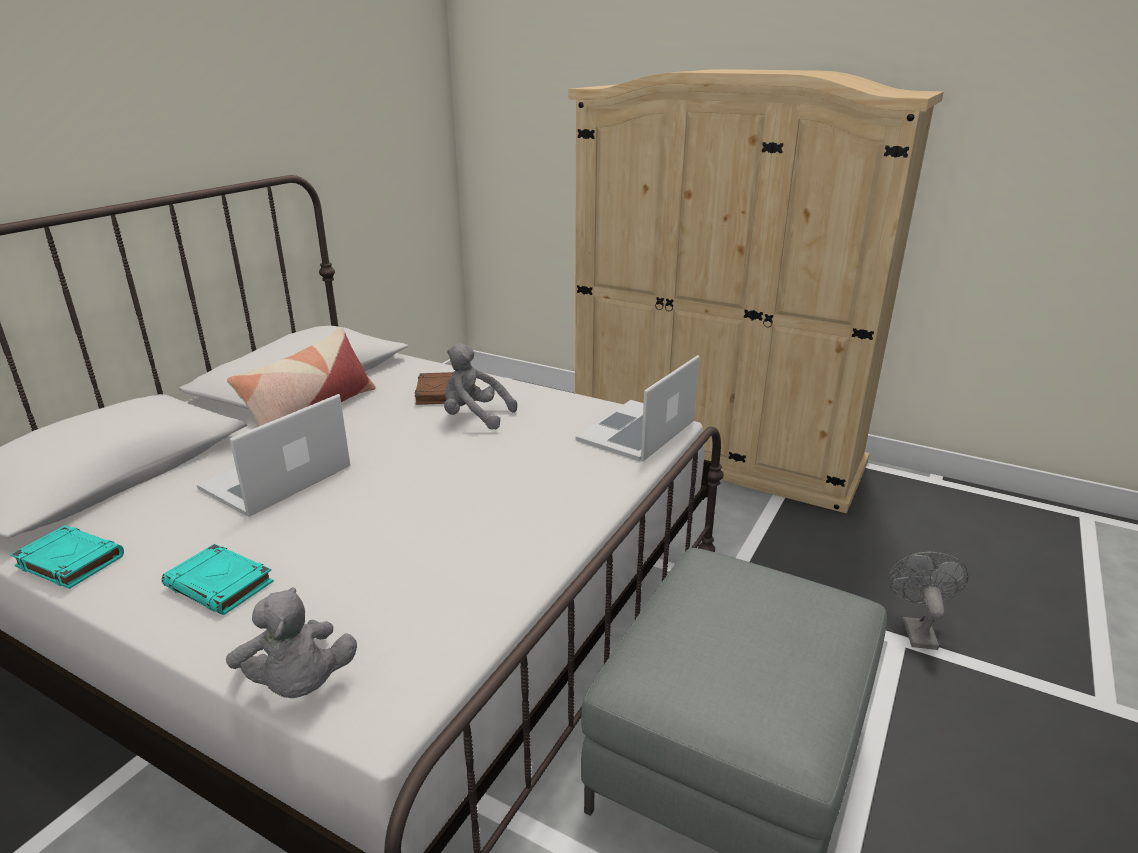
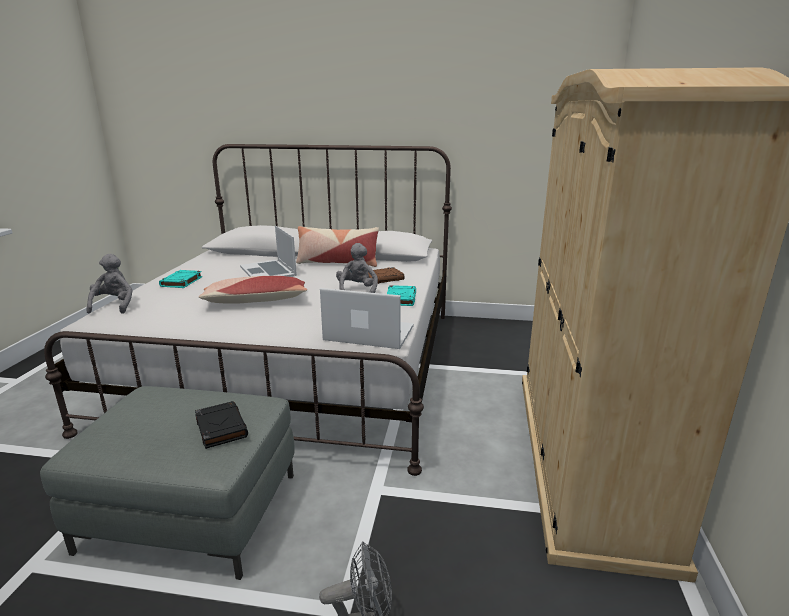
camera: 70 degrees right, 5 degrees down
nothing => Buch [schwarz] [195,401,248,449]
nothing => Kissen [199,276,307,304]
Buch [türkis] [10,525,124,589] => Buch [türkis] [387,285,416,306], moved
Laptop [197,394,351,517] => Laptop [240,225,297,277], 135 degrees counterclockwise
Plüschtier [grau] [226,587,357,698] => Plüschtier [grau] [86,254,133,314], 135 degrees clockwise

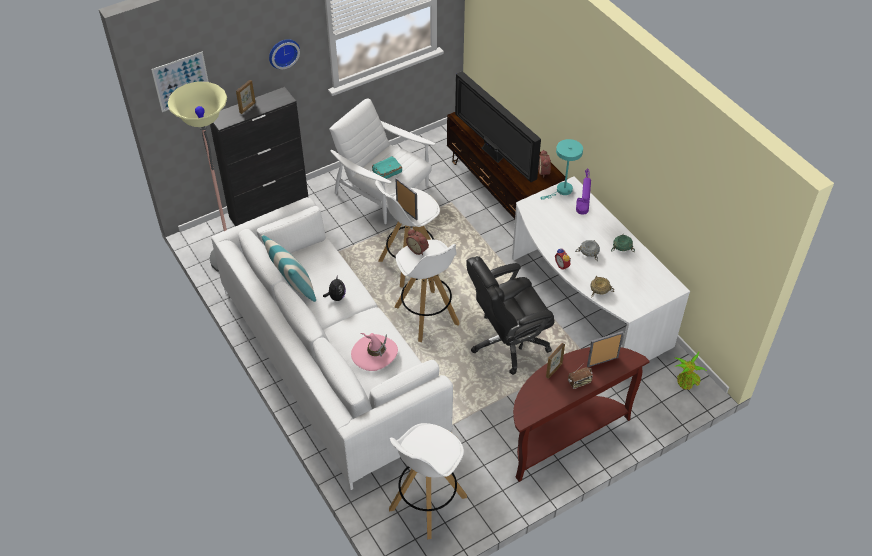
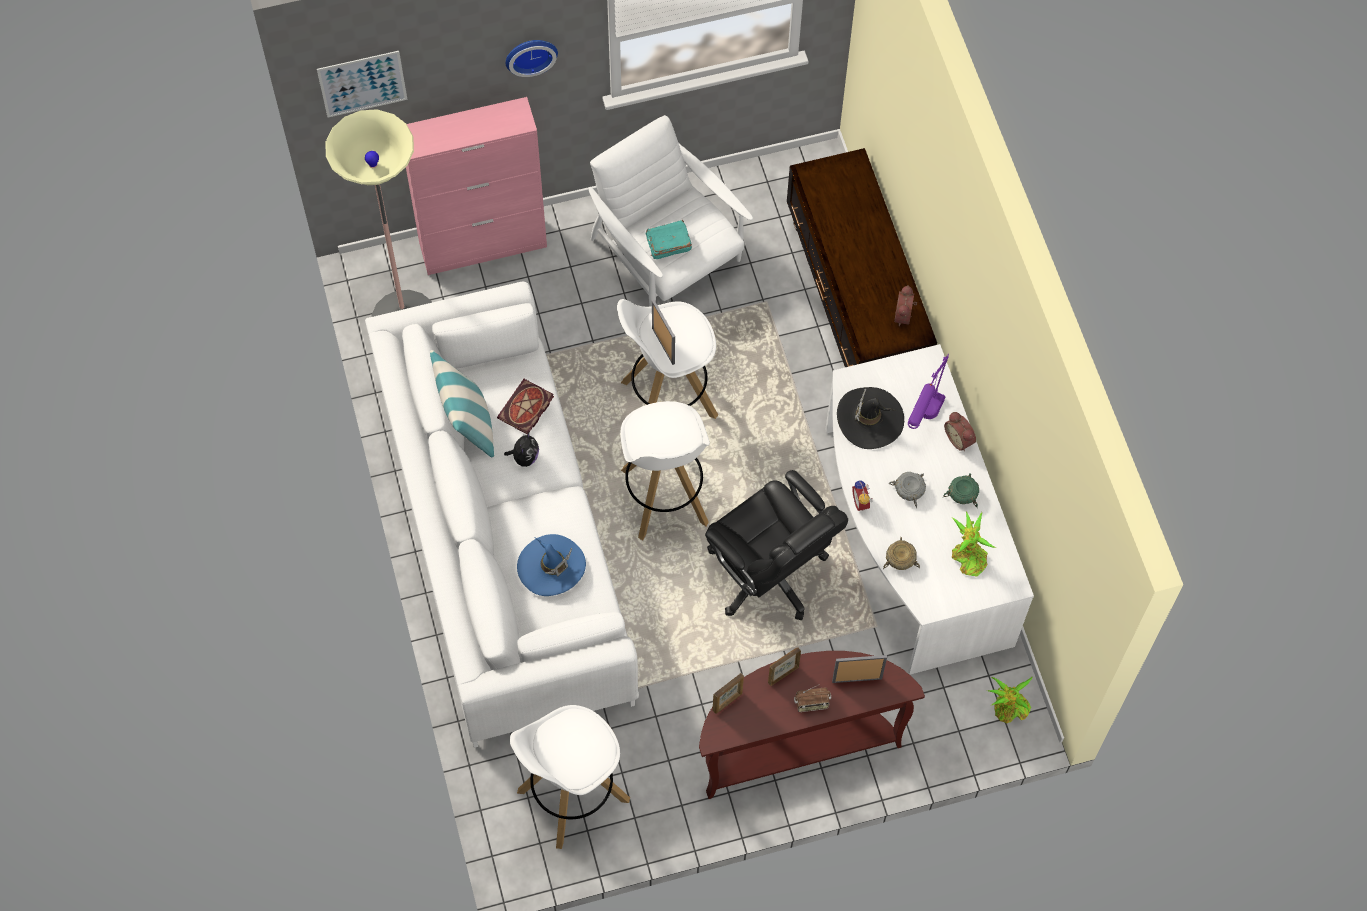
camera: 15 degrees right, 15 degrees up
Fernseher [455,71,541,182] => nothing
Tischlampe [türkis] [541,139,583,200] => nothing
nothing => Buch [497,379,554,435]
nothing => Hut [schwarz] [837,387,904,449]
nothing => Topfpflanze [952,511,996,577]
Bilderrahmen [236,80,256,114] => Bilderrahmen [712,673,744,714], moved
Wecker [406,229,429,255] => Wecker [944,412,976,451], moved
Schrank [schwarz] [210,87,308,226] => Schrank [rosa] [406,97,547,275]
Hut [rosa] [351,333,398,371] => Hut [blau] [517,534,586,596]
Bürostuhl [schwarz] [466,256,555,375] => Bürostuhl [schwarz] [705,470,848,620], 120 degrees counterclockwise

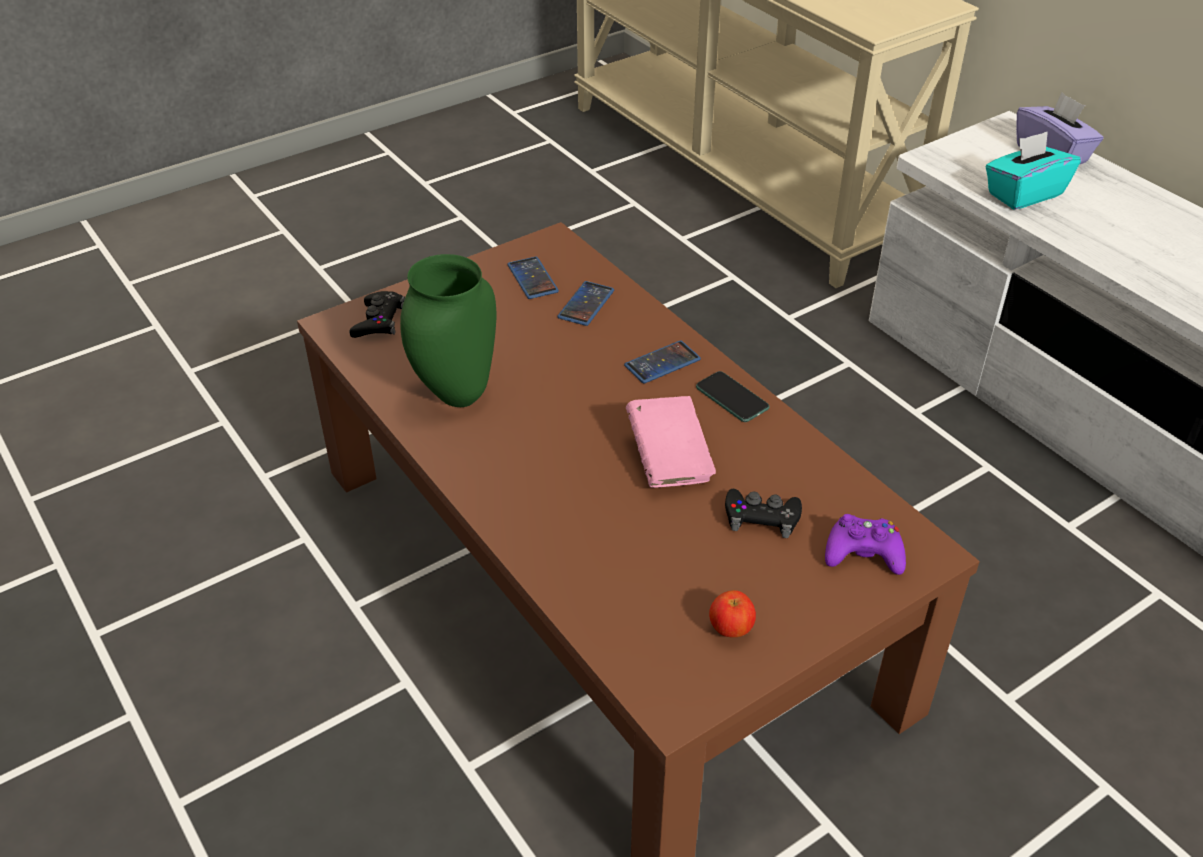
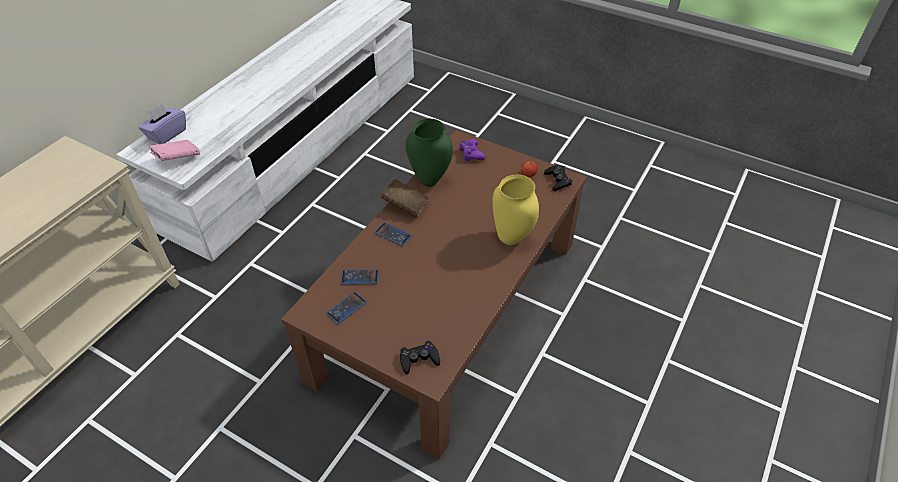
camera: 115 degrees left, 5 degrees up
Taschentuchbox [türkis] [985,131,1080,210] => nothing
nothing => Vase [gelb] [492,175,539,245]
Vase [grün] [400,254,496,407] => Vase [grün] [406,119,453,187], moved
Buch [rosa] [626,396,716,488] => Buch [rosa] [149,140,200,161], moved
Gamepad [schwarz] [725,489,802,538] => Gamepad [schwarz] [544,165,573,191], moved
Handy [696,371,770,422] => Buch [braun] [381,179,429,217]

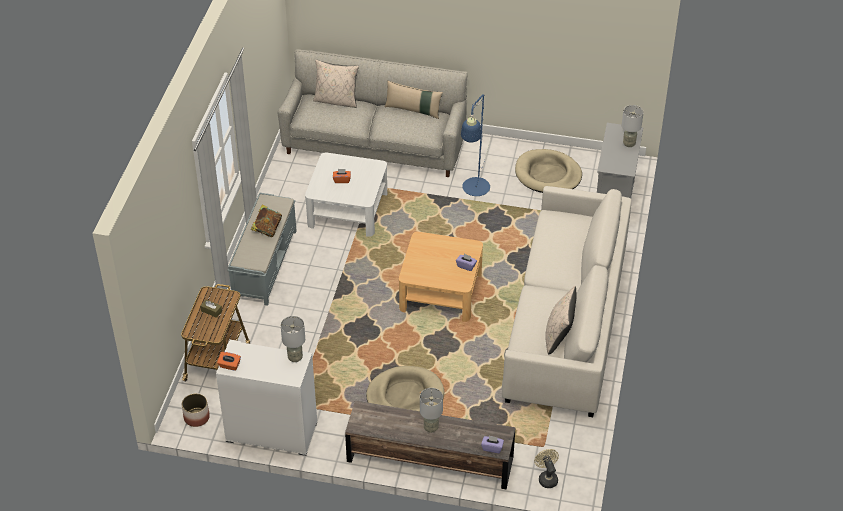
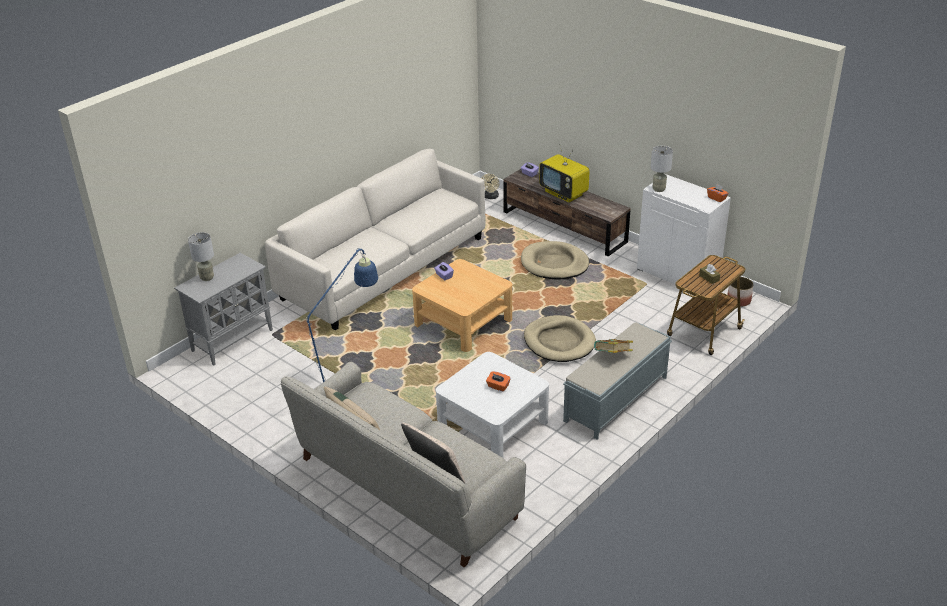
camera: 150 degrees left, 10 degrees down
Kissen [beige] [545,286,576,355] => nothing
Hundebett [beige] [515,149,582,193] => Hundebett [beige] [524,315,596,362], moved
Tischlampe [grau] [420,388,443,433] => Fernseher [539,146,590,202]

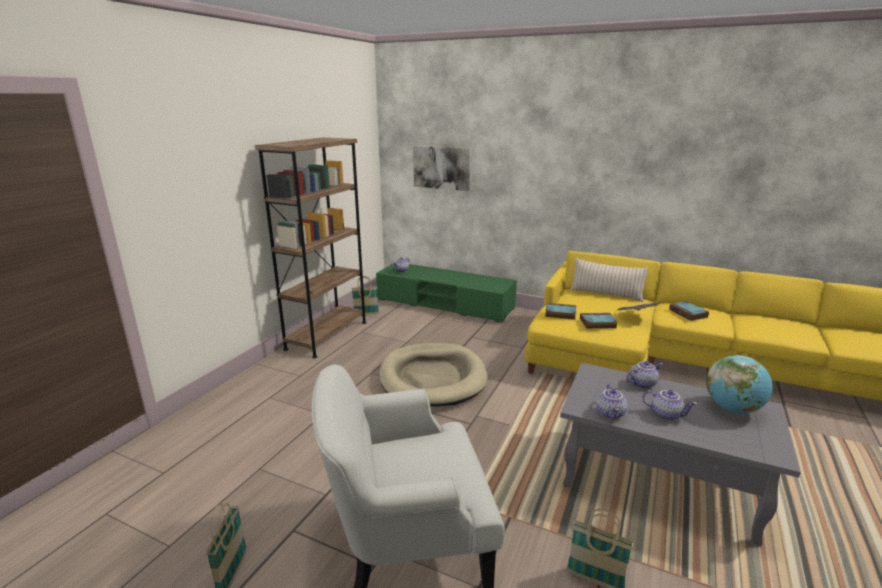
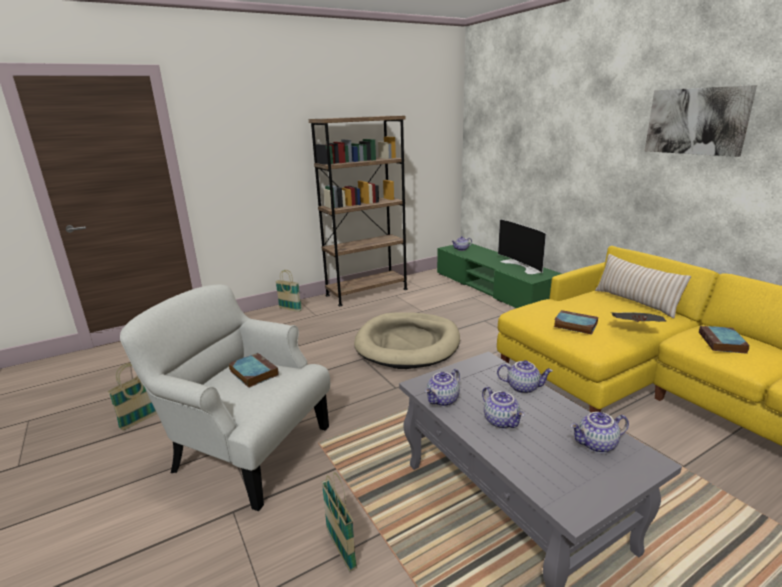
camera: 35 degrees right, 0 degrees up
nothing => Fernseher [498,219,546,274]
Korb [351,276,379,315] => Korb [275,270,302,312], moved
Bild [413,146,471,191] => Bild [645,85,757,157], moved
Buch [545,303,576,320] => Buch [229,353,279,388], moved
Globus [706,355,773,413] => Teekanne [570,412,629,453]

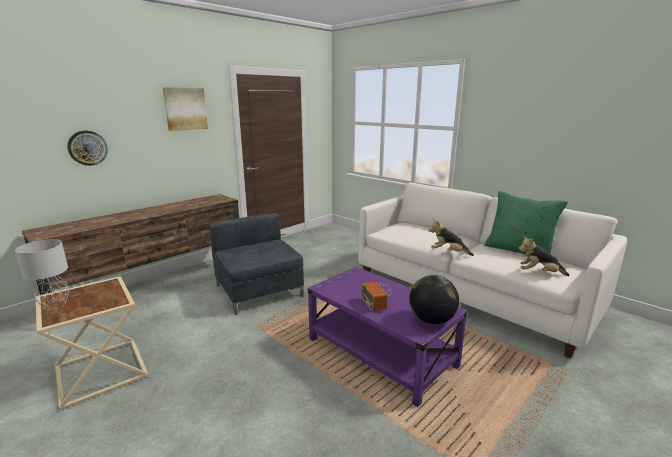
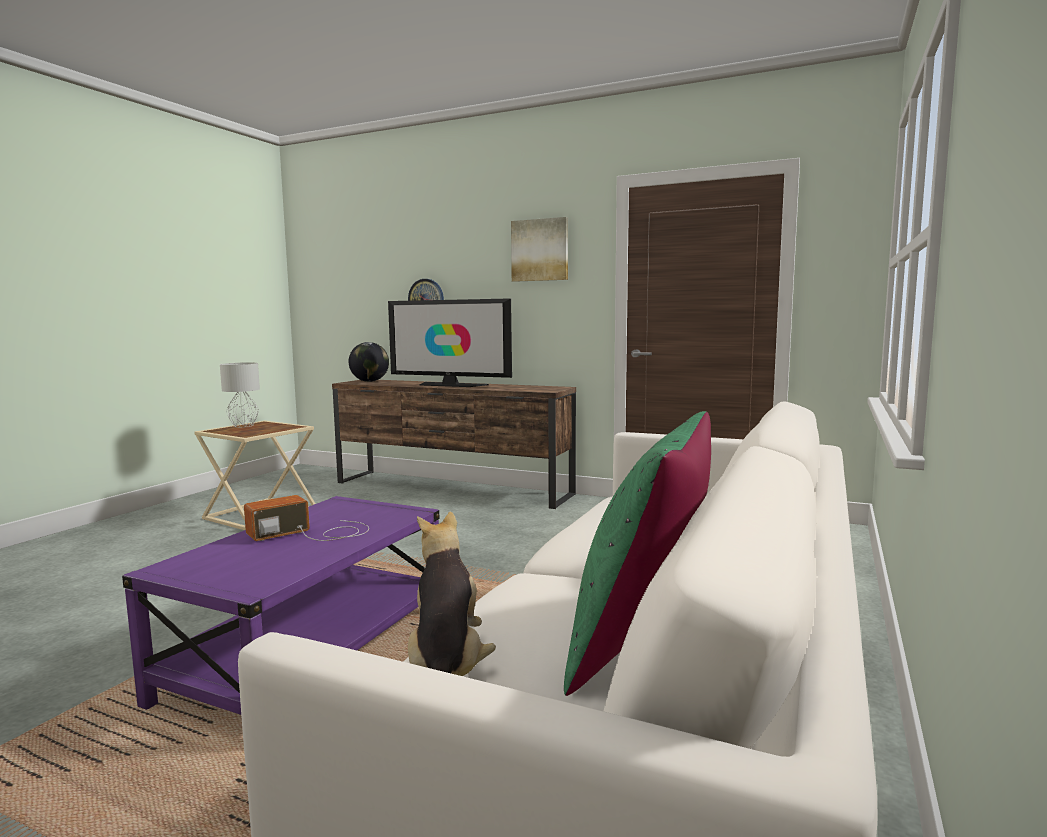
camera: 70 degrees right, 10 degrees down
Sessel [grau] [209,213,304,315] => nothing
Plüschtier [428,219,474,256] => nothing
nothing => Fernseher [388,298,512,387]
Globus [409,275,459,324] => Globus [349,342,389,382], moved

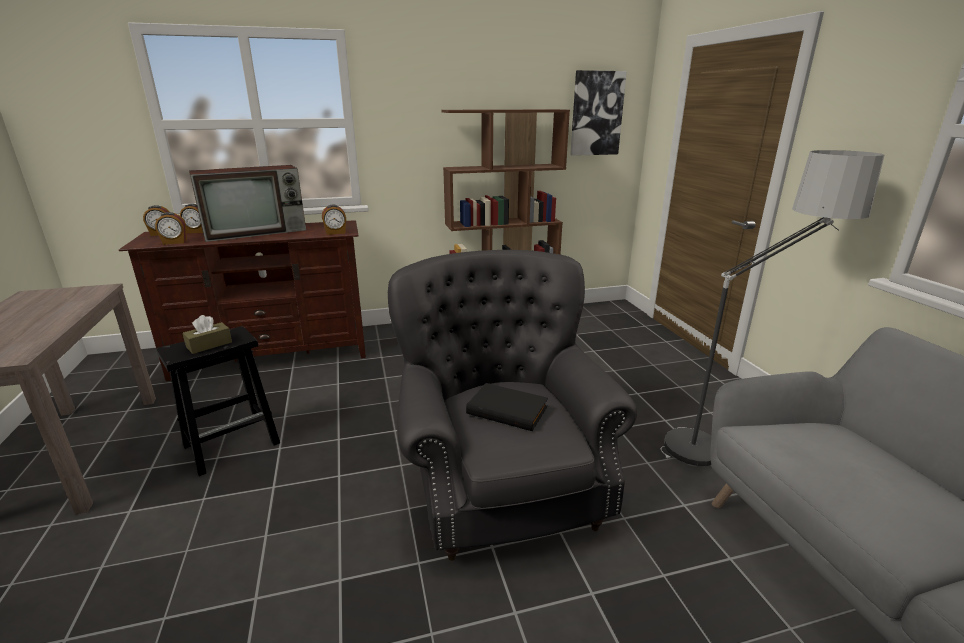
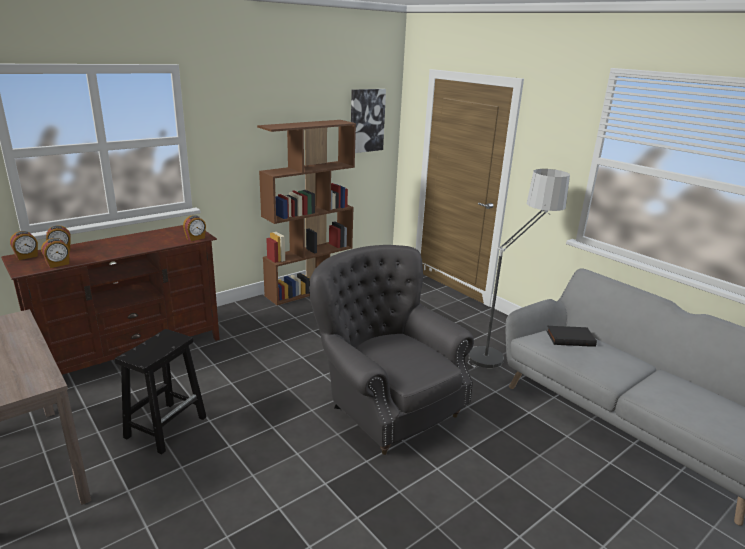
camera: 25 degrees left, 0 degrees up
Taschentuchbox [braun] [183,315,232,354] => nothing
Fernseher [189,165,306,242] => nothing
Buch [schwarz] [466,383,548,431] => Buch [schwarz] [546,326,597,347], moved

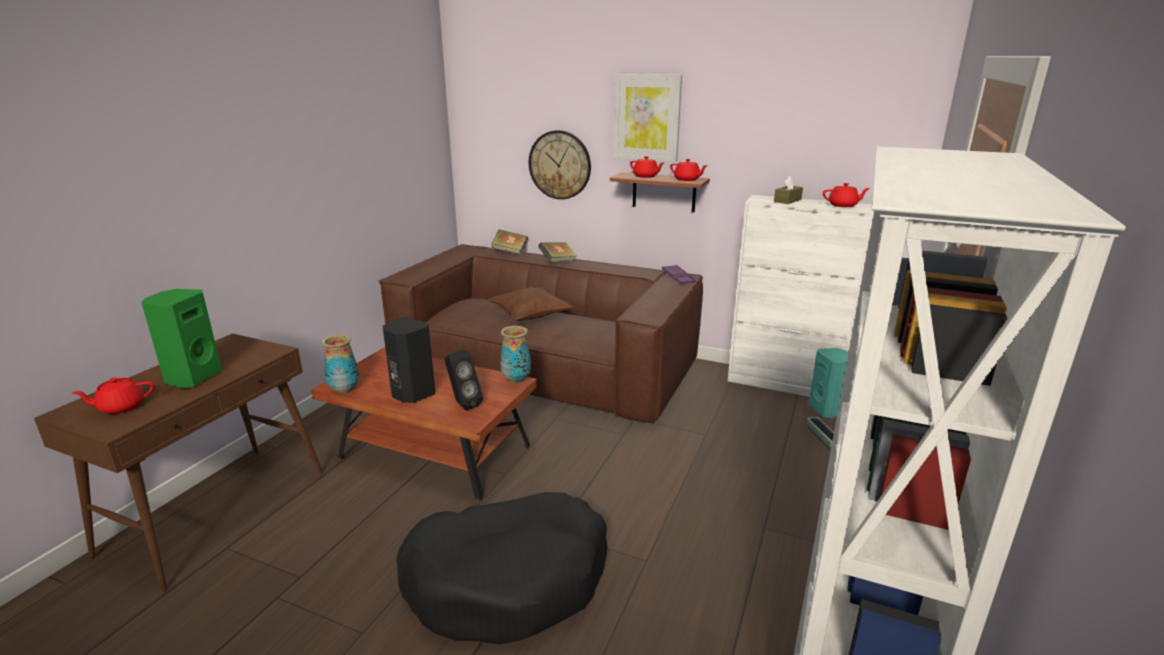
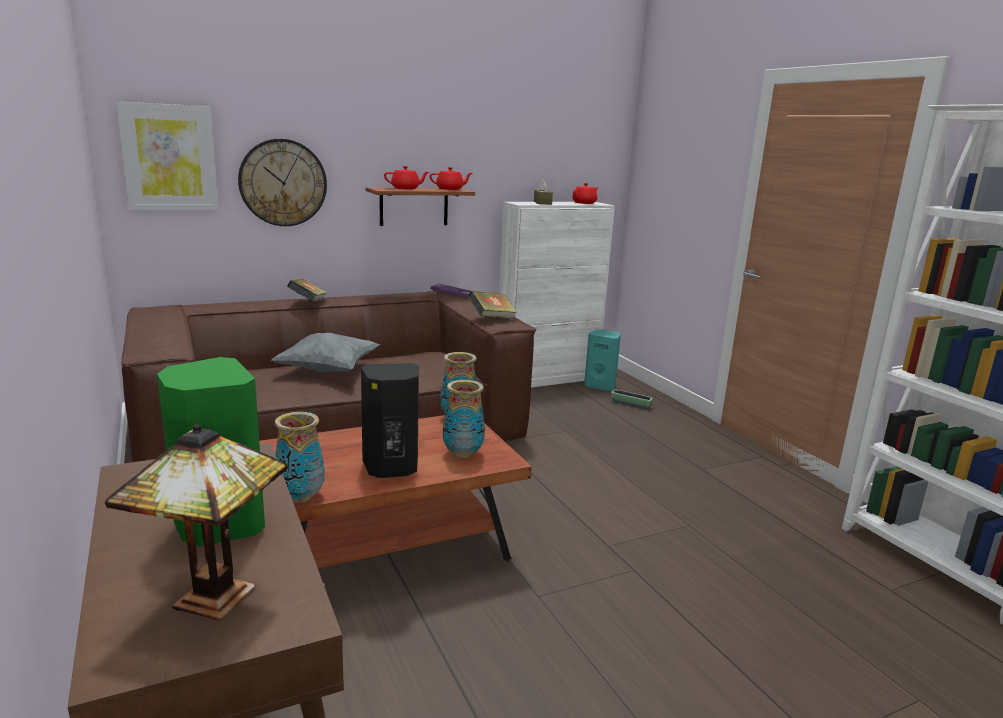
camera: 50 degrees left, 5 degrees down
Hundebett [schwarz] [396,492,607,644] => nothing
Buch [492,230,528,255] => Buch [468,291,517,319], moved
Bild [614,74,682,162] => Bild [116,101,219,210], moved
Teekanne [rot] [72,377,154,414] => Tischlampe [105,424,288,621]
Lautsprecher [schwarz] [445,349,483,410] => Vase [443,380,485,458]
Kissen [braun] [489,287,573,321] => Kissen [grau] [272,333,380,372]

